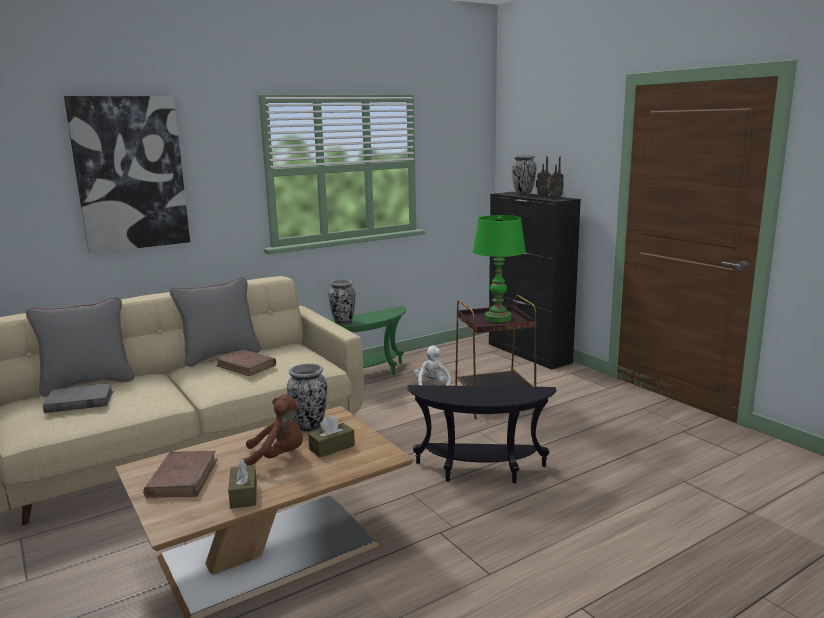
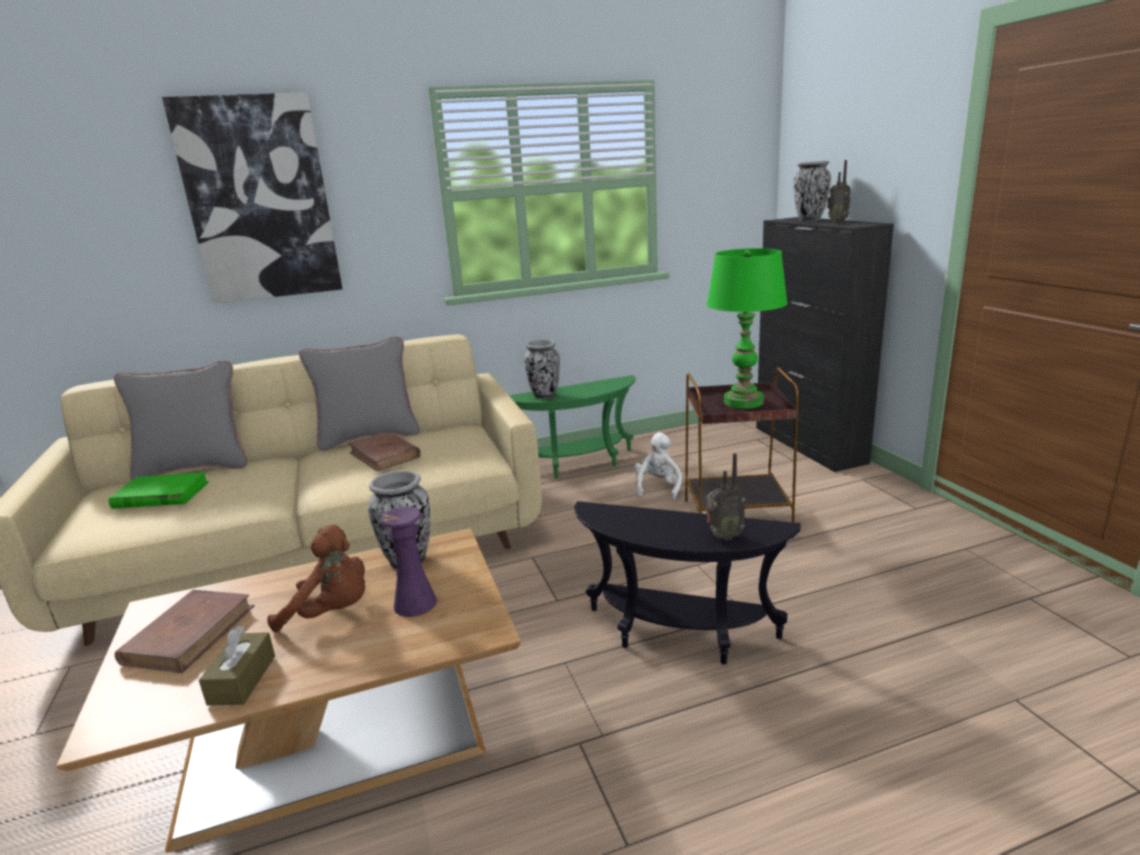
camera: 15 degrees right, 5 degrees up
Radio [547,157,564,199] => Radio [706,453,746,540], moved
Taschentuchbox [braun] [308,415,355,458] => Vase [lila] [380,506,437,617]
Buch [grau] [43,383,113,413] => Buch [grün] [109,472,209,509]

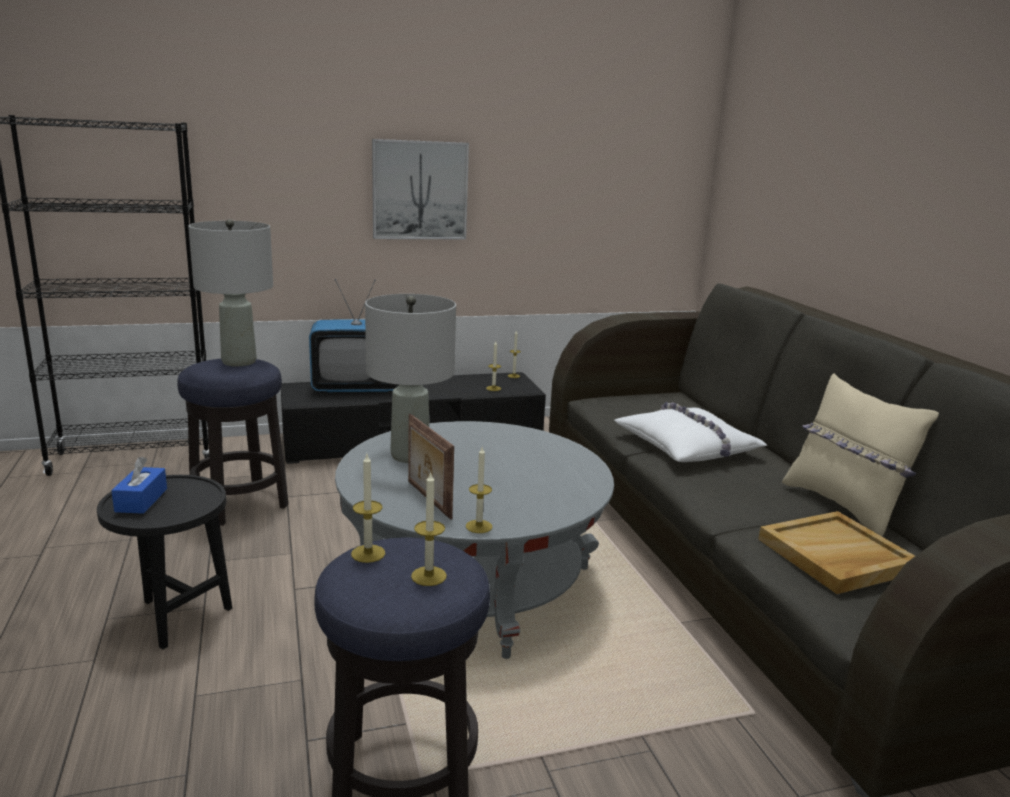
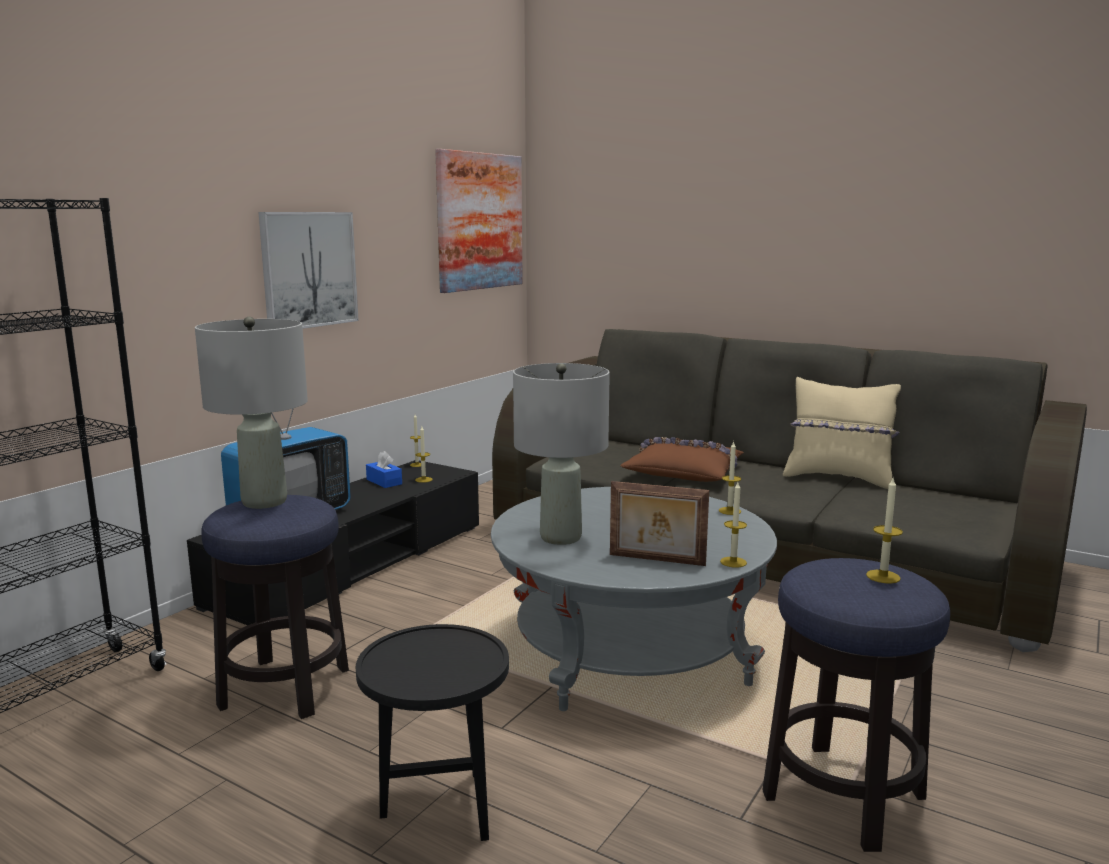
camera: 40 degrees left, 5 degrees down
Tablett [beige] [758,511,915,594] => nothing
nothing => Bild [435,149,523,293]
Taschentuchbox [blau] [111,457,167,514] => Taschentuchbox [blau] [366,451,402,488], moved
Kerze [351,454,385,563] => Kerze [719,441,741,515], moved
Kissen [weiß] [615,402,767,462] => Kissen [braun] [621,437,744,482]

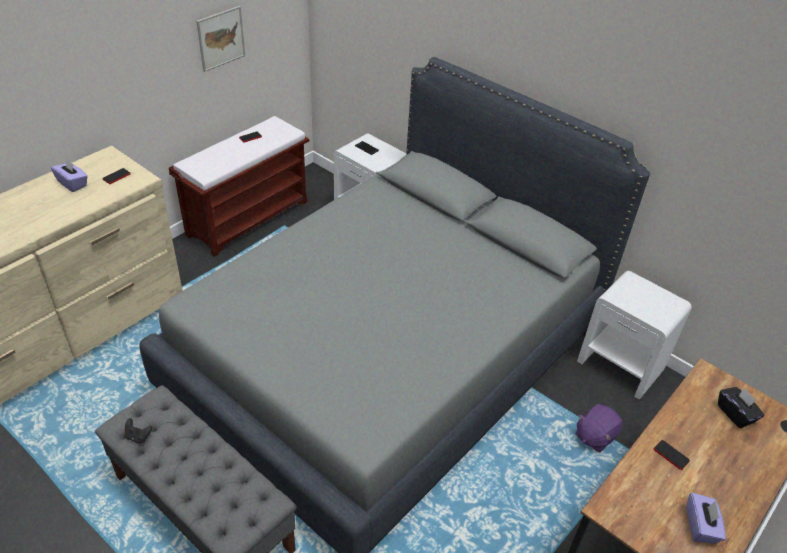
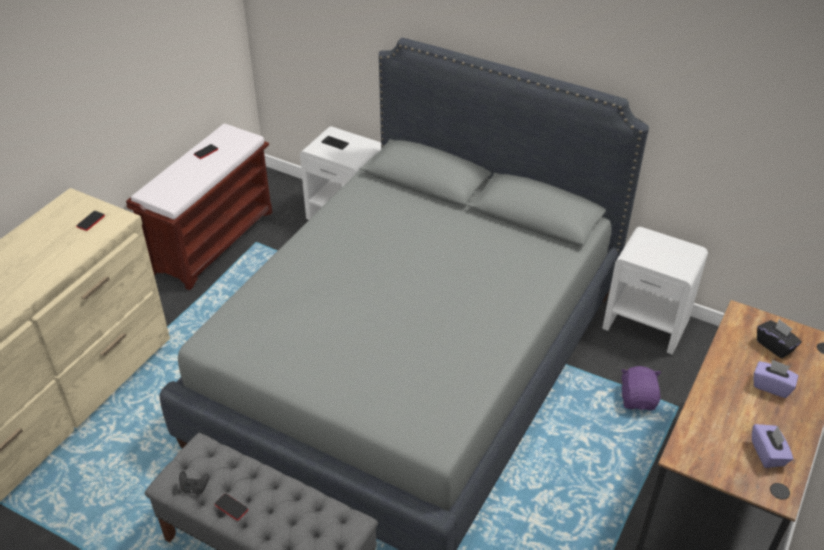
camera: 10 degrees left, 0 degrees up
Bild [196,6,245,72] => nothing
Taschentuchbox [lila] [51,158,88,192] => Taschentuchbox [lila] [754,359,798,398], moved
Handy [654,440,690,470] => Handy [214,493,248,520], moved
Plüschtier [lila] [576,404,623,453] => Plüschtier [lila] [621,366,661,410], 150 degrees clockwise

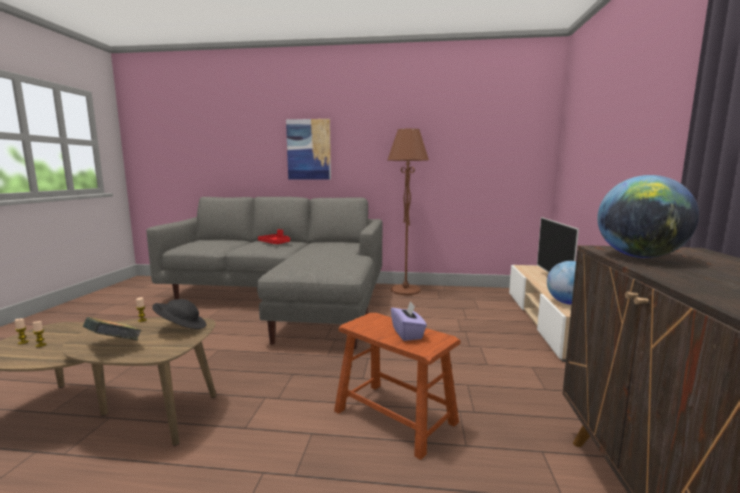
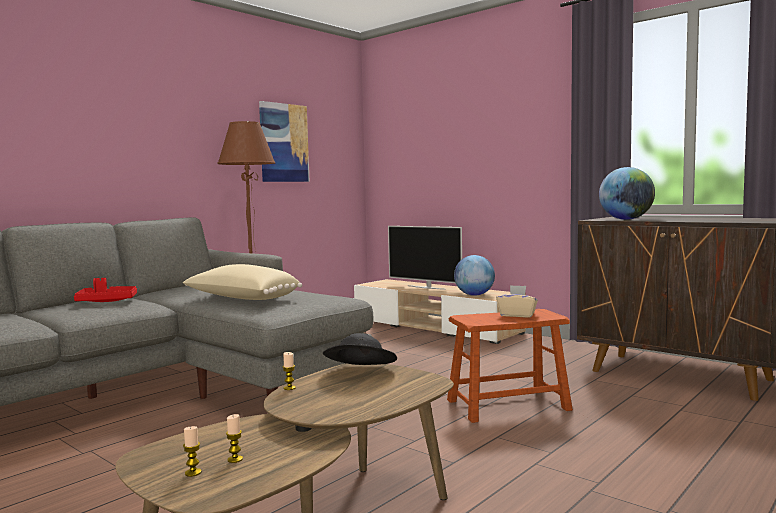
camera: 55 degrees left, 5 degrees down
Buch [83,317,143,340] => nothing
nothing => Kissen [beige] [183,264,302,300]
Bild [286,119,331,180] => Bild [259,101,310,182], moved
Taschentuchbox [lila] [391,301,427,341] => Taschentuchbox [beige] [496,285,538,318]

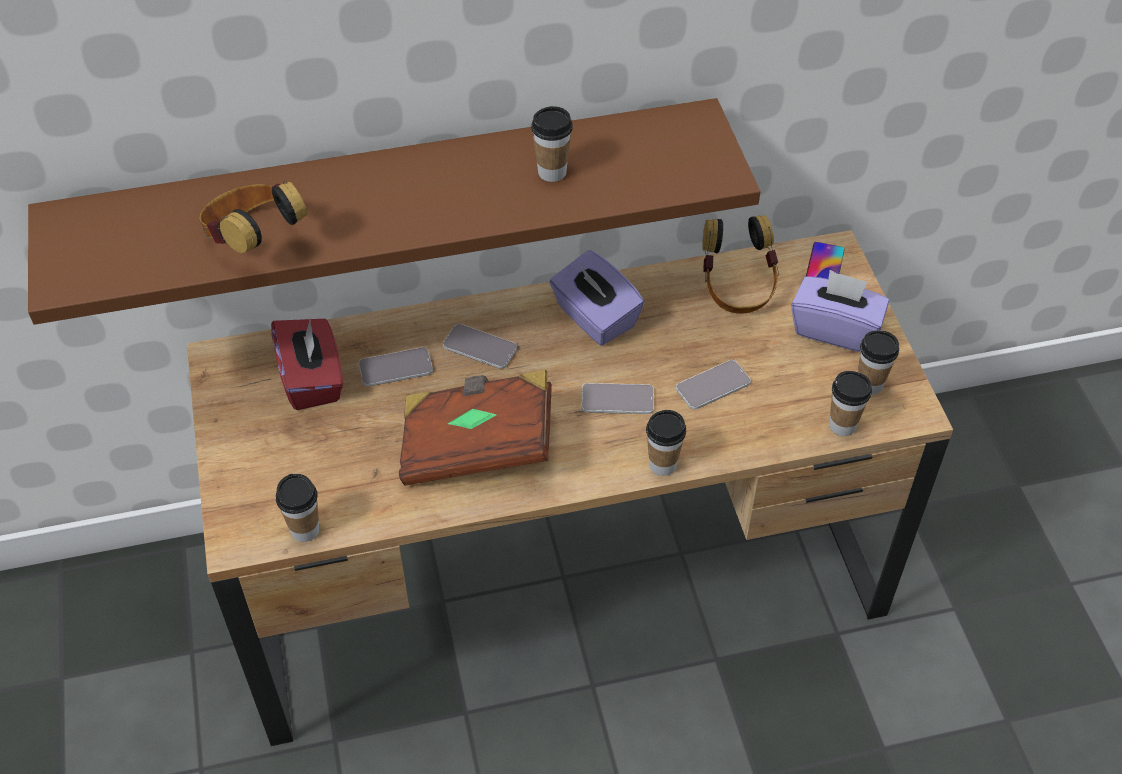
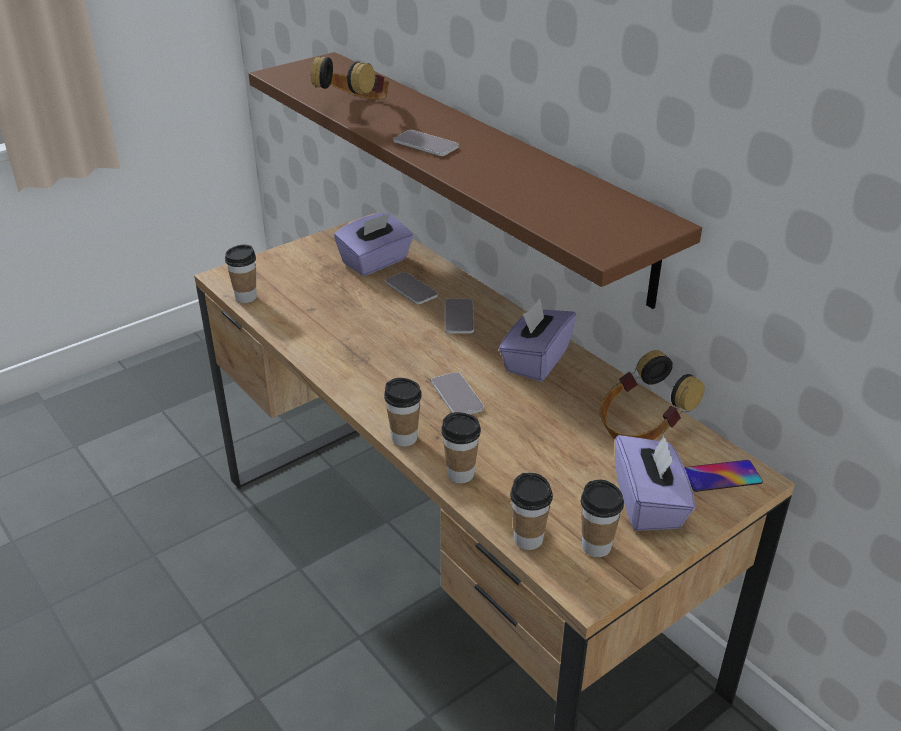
camera: 65 degrees right, 15 degrees down
Buch [braun] [399,370,552,486] => nothing
Tasse [531,106,573,182] => Tasse [441,412,481,483], moved
Handy [676,360,751,410] => Handy [393,130,459,156], moved
Taschentuchbox [rot] [271,318,343,410] => Taschentuchbox [lila] [334,213,413,276]

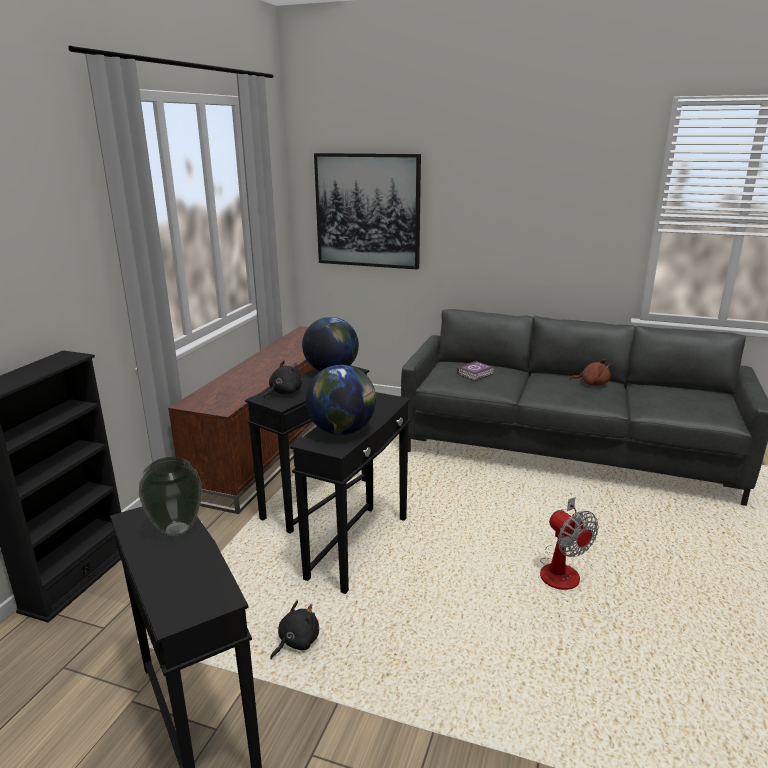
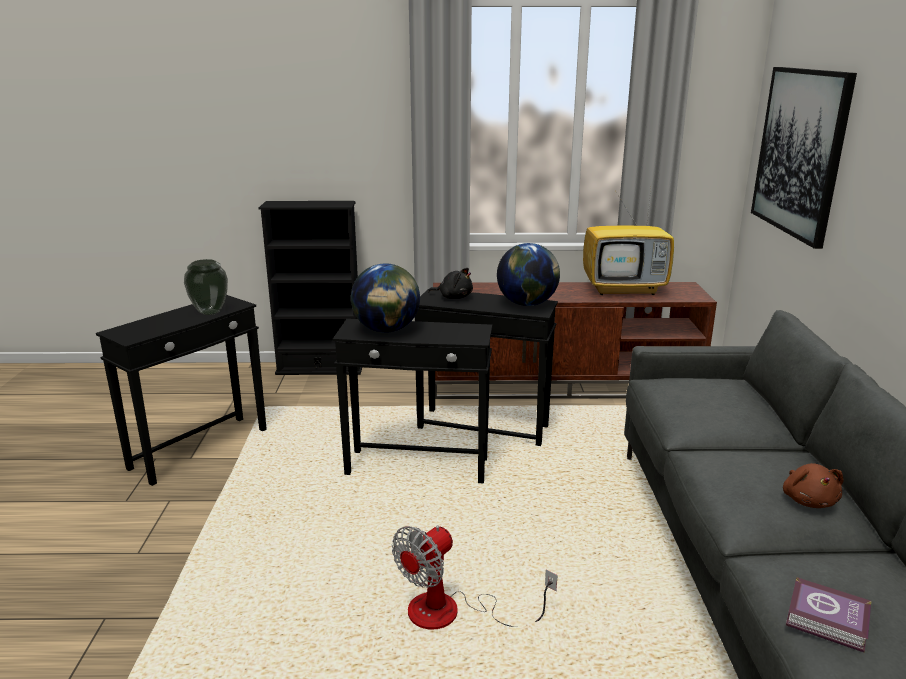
camera: 70 degrees right, 0 degrees up
Plüschtier [schwarz] [270,601,319,659] => nothing
nothing => Fernseher [583,190,674,295]
Buch [457,361,494,381] => Buch [786,577,872,653], moved

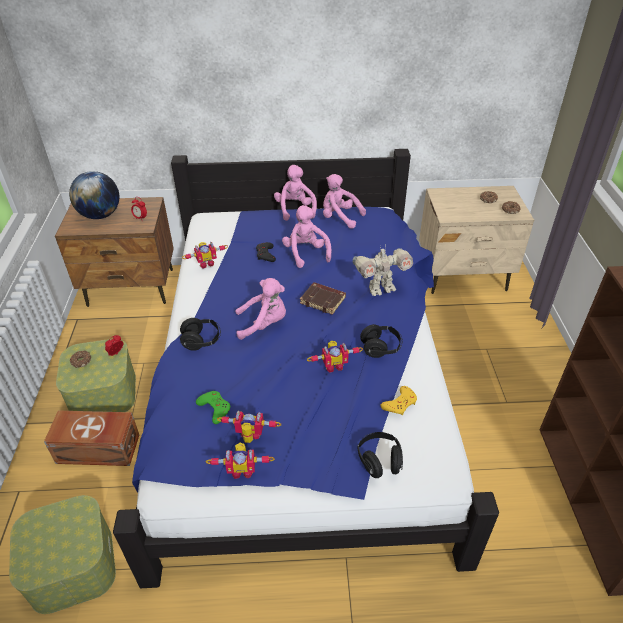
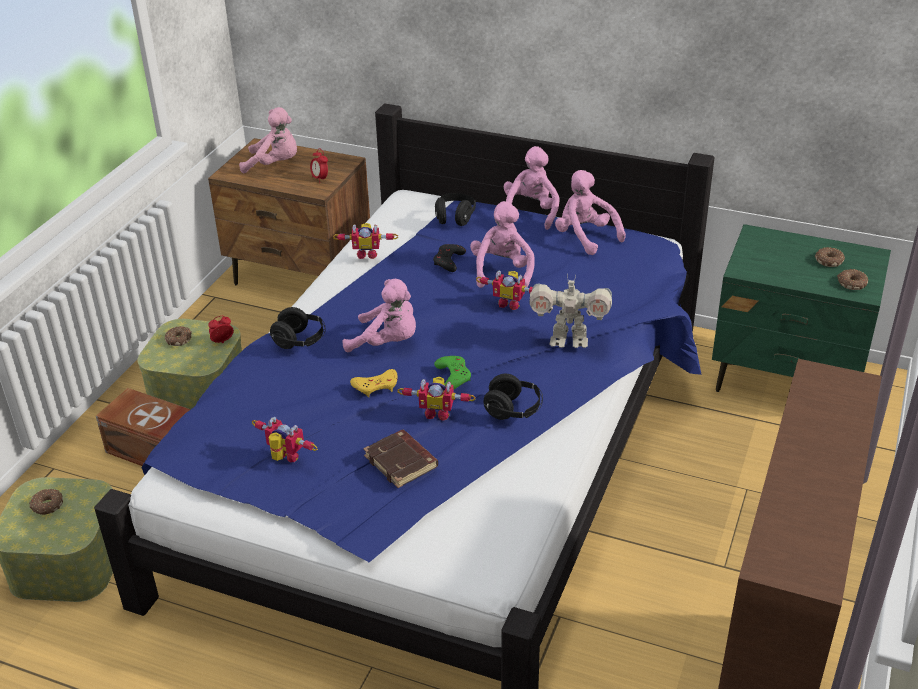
camera: 25 degrees right, 5 degrees down
nothing => Donut [29,489,63,515]
Gamepad [grün] [196,391,230,424] => Gamepad [grün] [434,356,471,390], moved
Spielzeugroboter [206,443,275,479] => Spielzeugroboter [476,271,533,310], moved
Buch [braun] [300,282,346,315] => Buch [braun] [363,430,438,488], moved
Kopfhörer [schwarz] [358,432,403,478] => Kopfhörer [schwarz] [435,193,476,226], moved
Gamepad [gelb] [380,386,417,416] => Gamepad [gelb] [350,369,398,397], moved
Globus [69,171,119,219] => Plüschtier [rosa] [239,107,297,173]
Nachttisch [beige] [419,186,534,294] => Nachttisch [grün] [712,224,891,392]

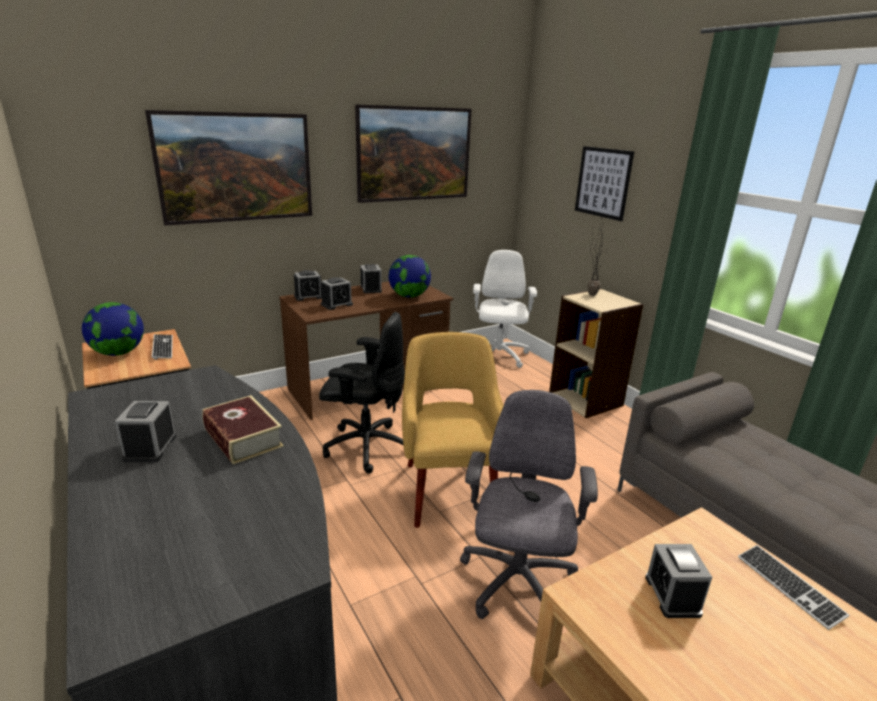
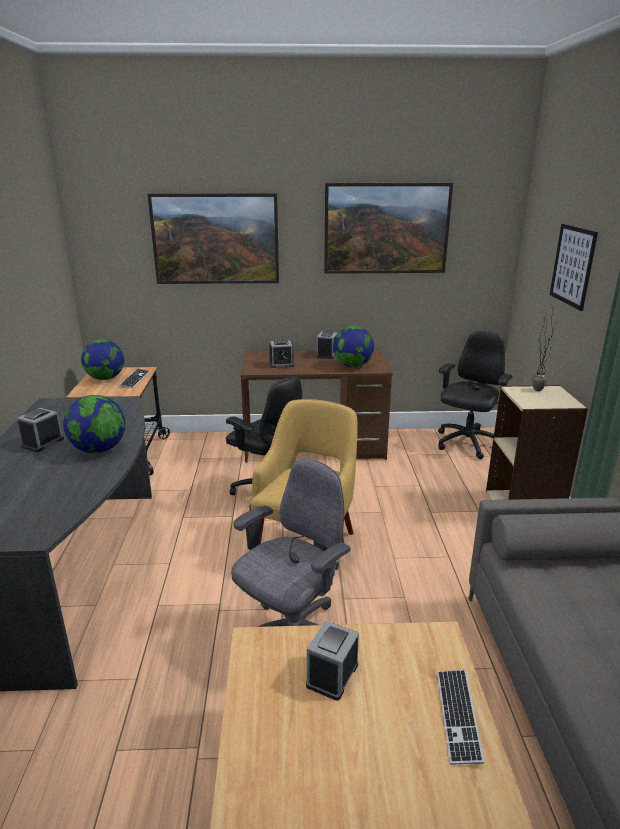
camera: 30 degrees right, 0 degrees up
Wecker [294,270,322,301] => nothing
Buch [202,395,284,464] => Globus [63,395,125,453]
Bürostuhl [weiß] [473,250,537,368] => Bürostuhl [schwarz] [438,331,513,459]

